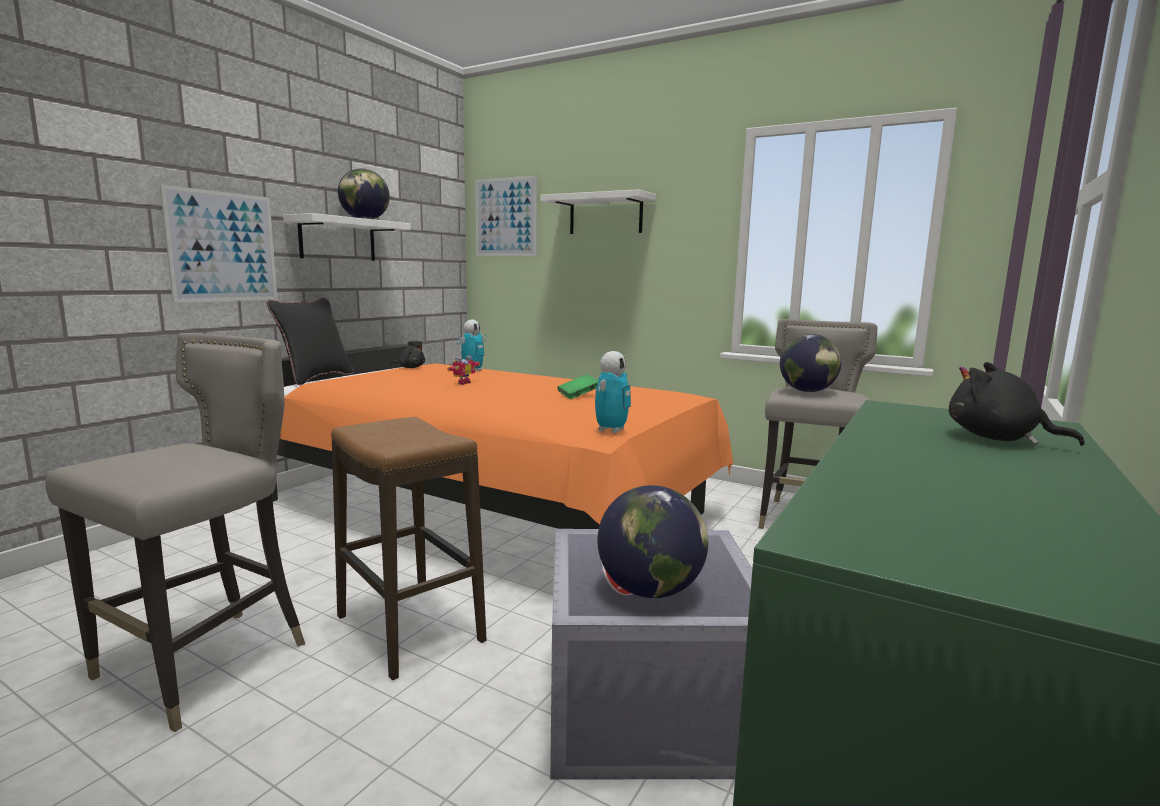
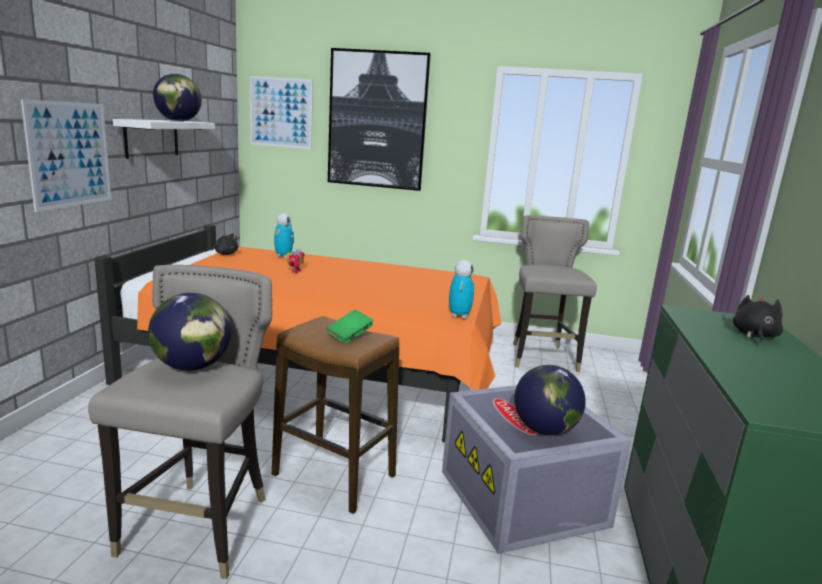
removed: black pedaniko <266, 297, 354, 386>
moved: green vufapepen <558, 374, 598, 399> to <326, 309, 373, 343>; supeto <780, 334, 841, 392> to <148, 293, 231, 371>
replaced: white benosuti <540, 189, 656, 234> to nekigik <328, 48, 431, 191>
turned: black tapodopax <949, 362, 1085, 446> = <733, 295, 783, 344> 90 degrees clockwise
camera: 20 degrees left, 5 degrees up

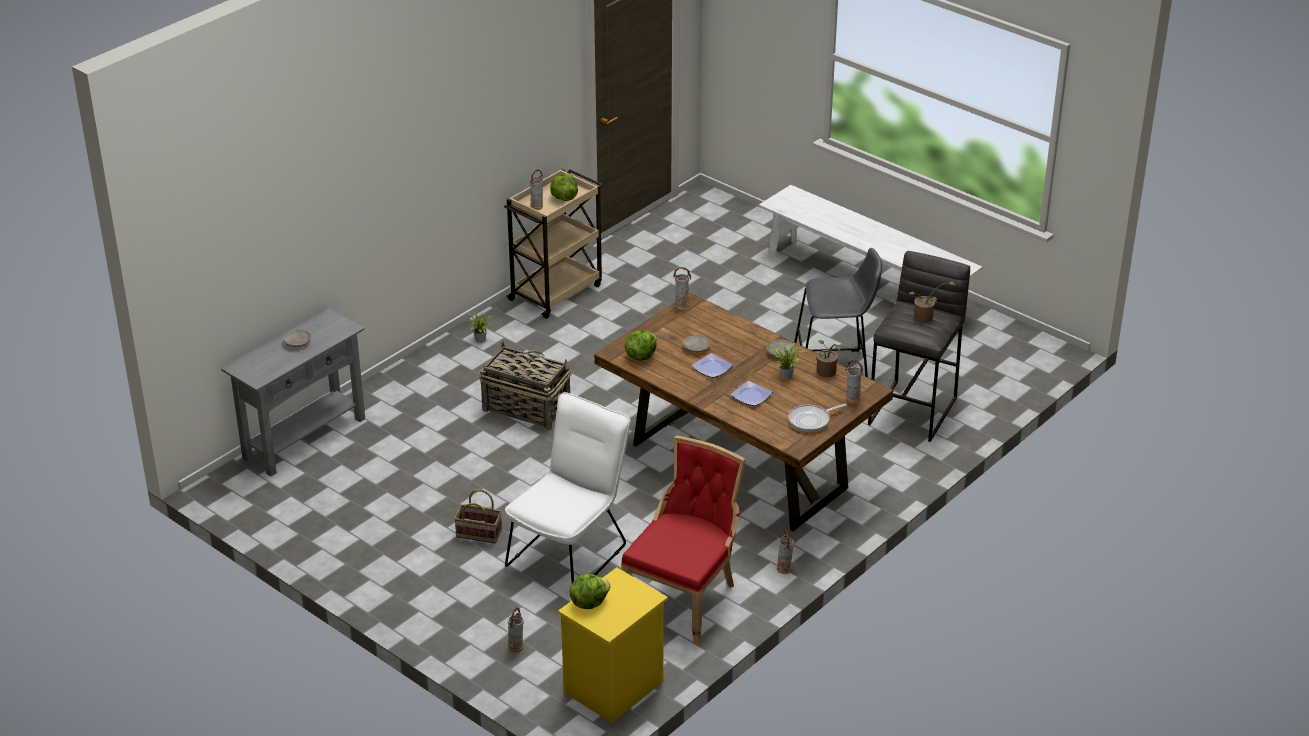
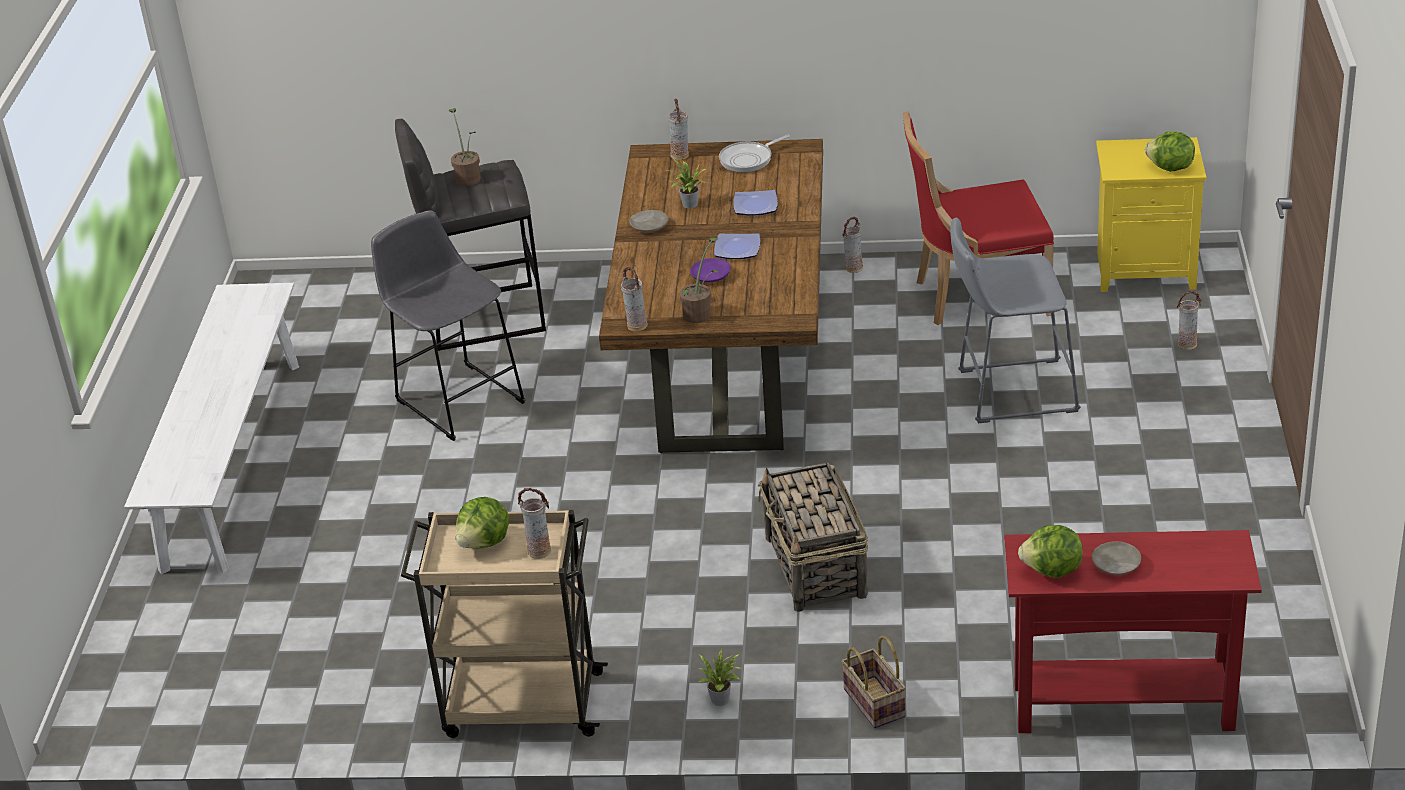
moved: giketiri <454, 489, 502, 543> to <841, 636, 906, 728>; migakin <625, 330, 657, 361> to <1018, 525, 1083, 578>; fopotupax <816, 340, 841, 377> to <679, 237, 720, 323>
replaced: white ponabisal <505, 392, 631, 583> to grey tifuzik <950, 218, 1081, 424>
recoloured: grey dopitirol <221, 309, 365, 476> to red dopitirol <1004, 530, 1262, 733>; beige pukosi <683, 335, 711, 352> to purple pukosi <690, 258, 731, 283>
turned: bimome <788, 403, 847, 432> = <719, 135, 790, 173> 120 degrees clockwise
camera: 125 degrees left, 0 degrees up

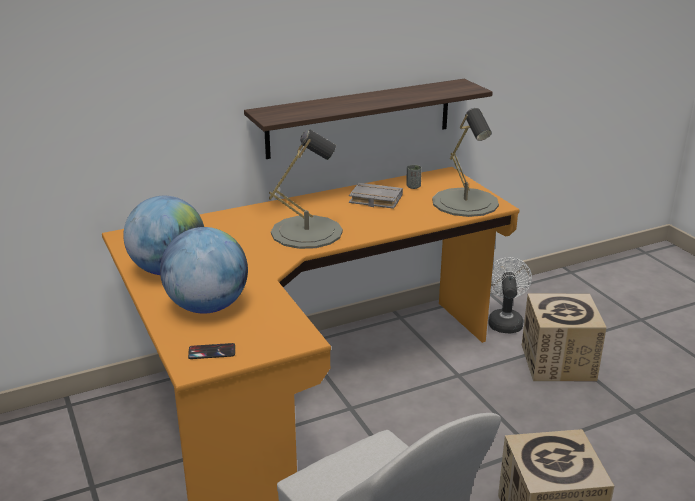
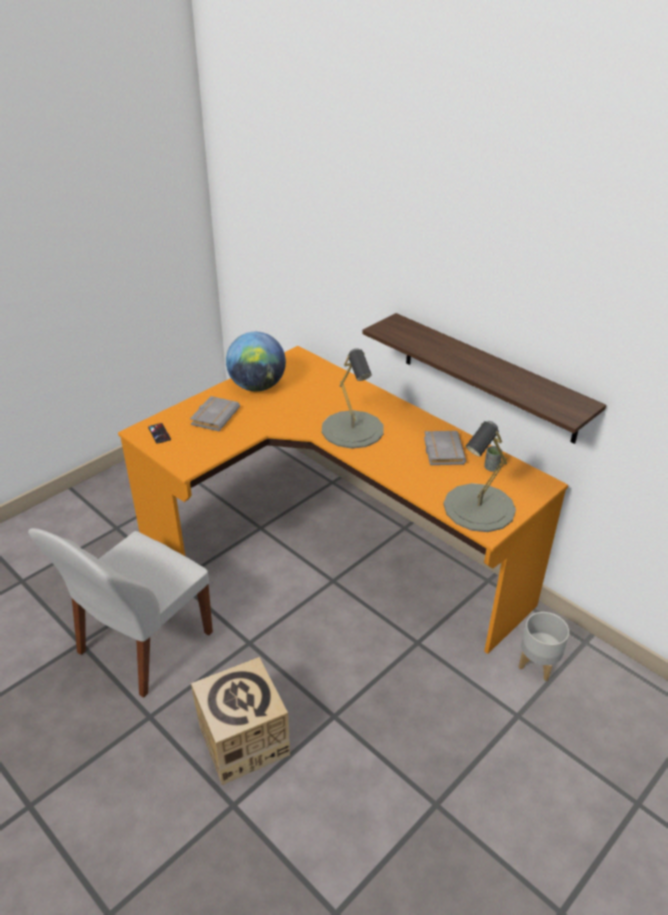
removed: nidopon <522, 294, 607, 381>
replaced: supeto <160, 227, 248, 314> to grey vufapepen <190, 396, 240, 431>; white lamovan <488, 257, 532, 333> to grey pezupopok <519, 612, 569, 681>
camera: 70 degrees right, 10 degrees up

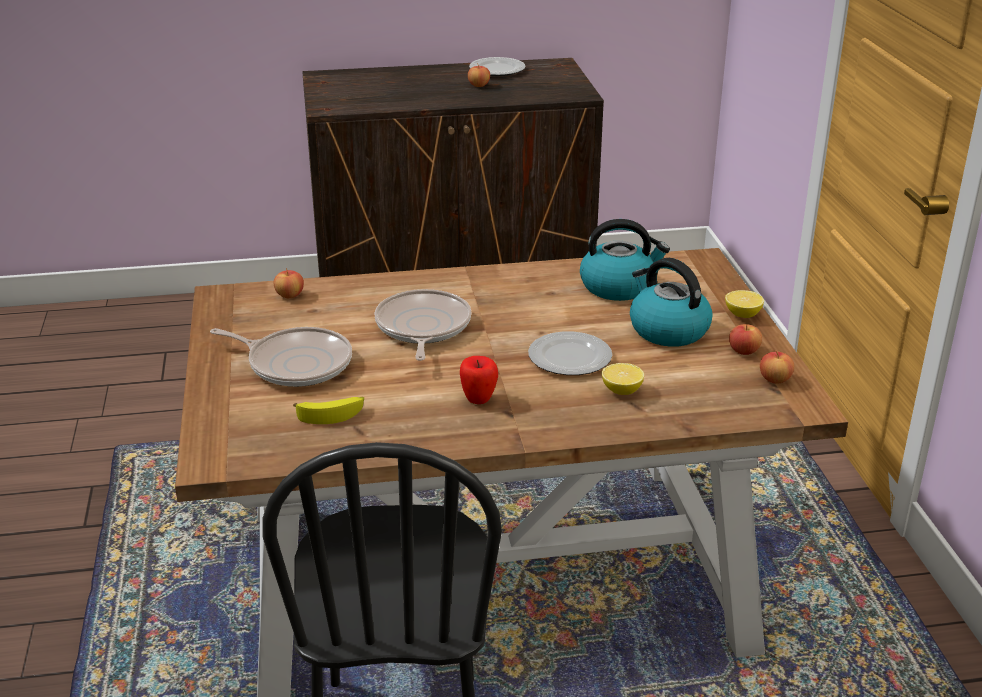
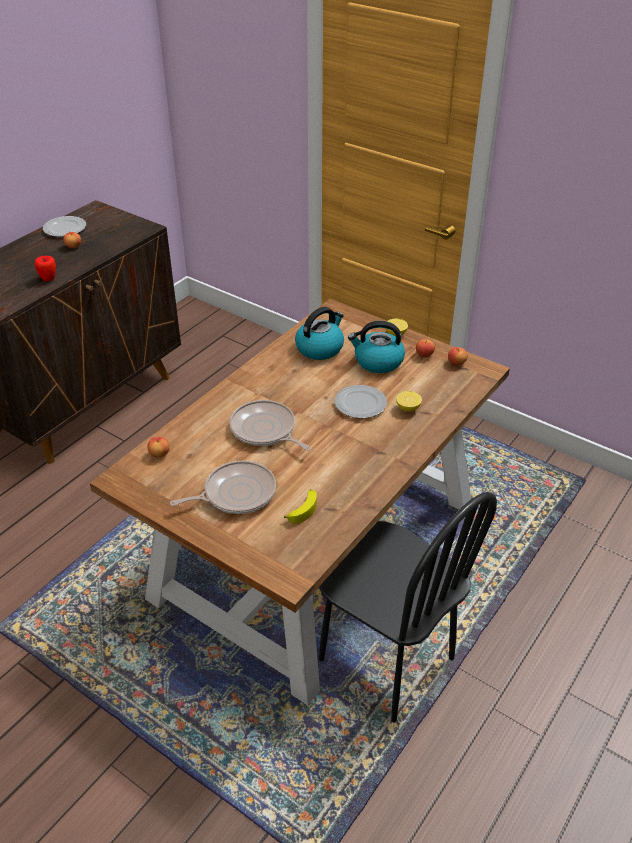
moved: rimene <460, 356, 498, 404> to <35, 256, 56, 281>
camera: 45 degrees left, 10 degrees up

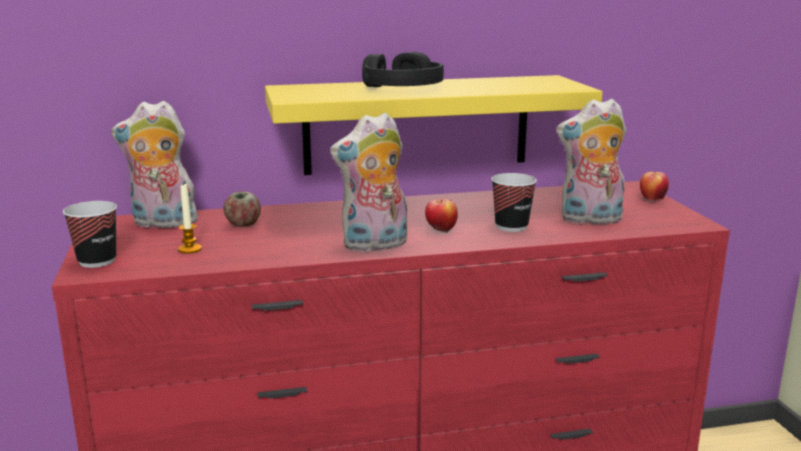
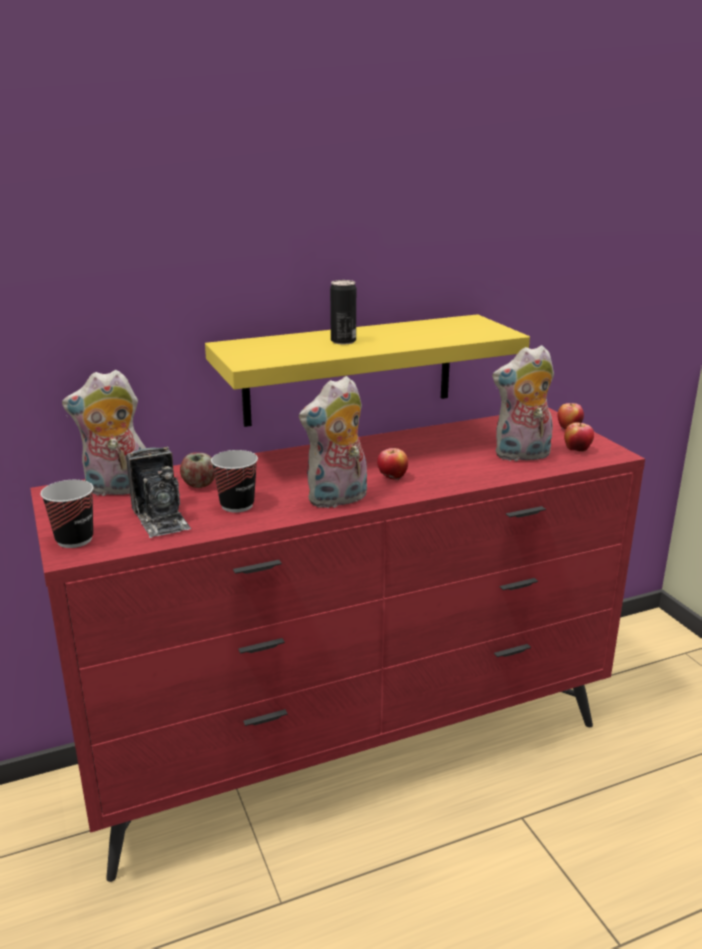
added: rimene <564, 422, 594, 452>
moved: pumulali <491, 173, 537, 232> to <211, 450, 258, 512>
replaced: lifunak <178, 183, 202, 254> to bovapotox <126, 447, 191, 538>; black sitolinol <362, 52, 444, 87> to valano <330, 280, 356, 344>
camera: 10 degrees left, 5 degrees up

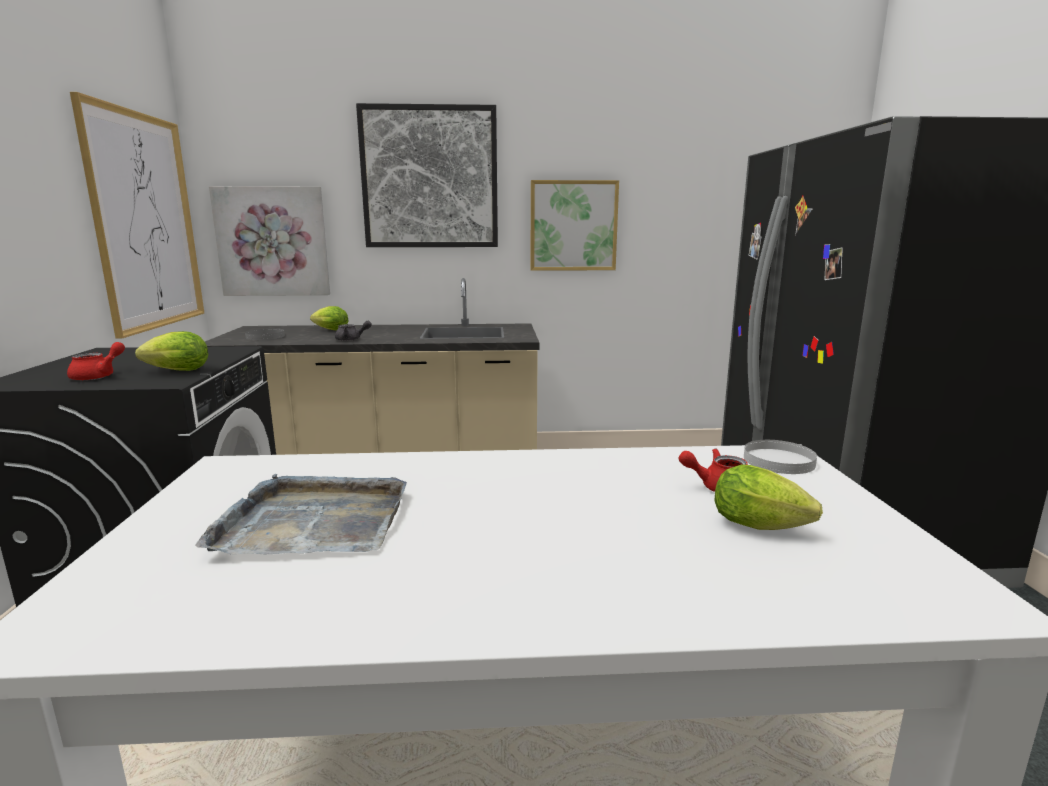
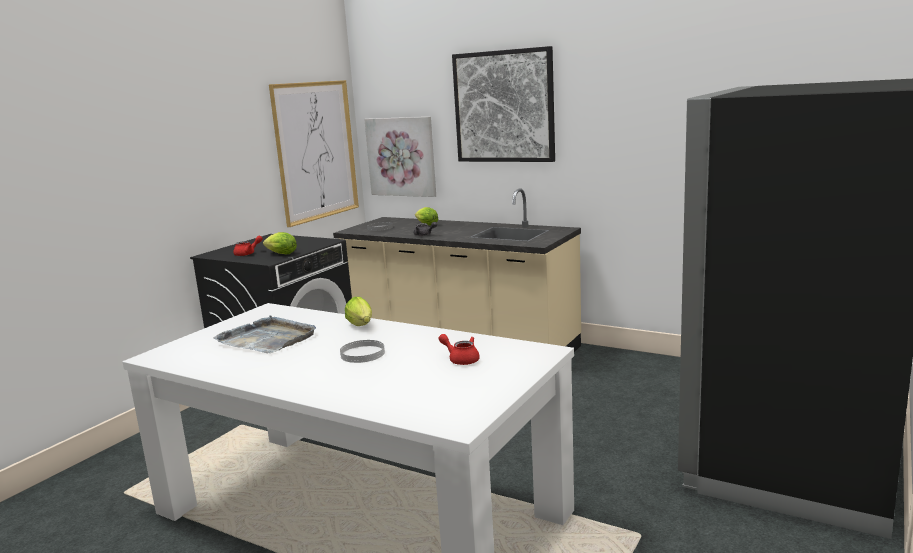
removed: nekigik <531, 180, 619, 271>
moved: migakin <715, 464, 823, 530> to <345, 297, 372, 326>; white pukosi <744, 440, 817, 474> to <340, 340, 385, 363>
camera: 35 degrees right, 0 degrees up

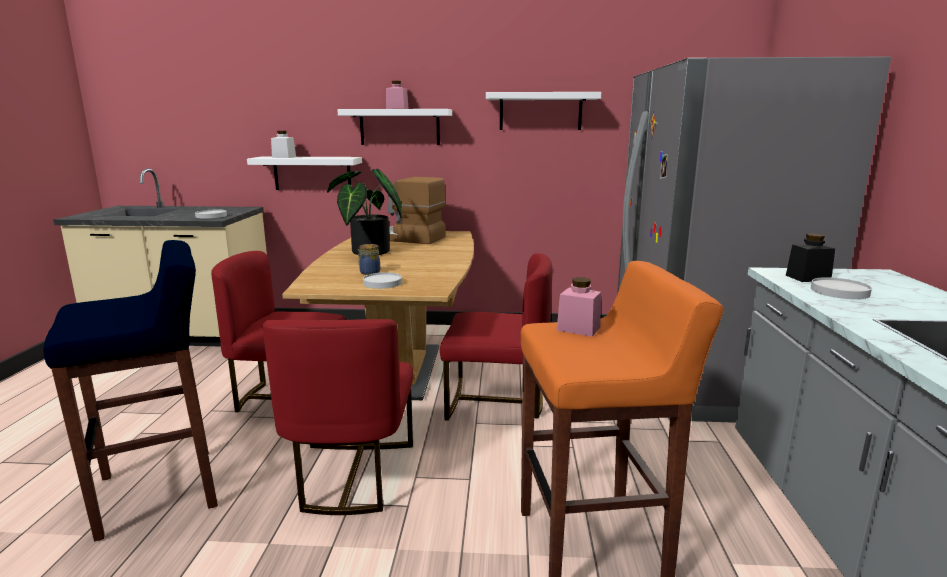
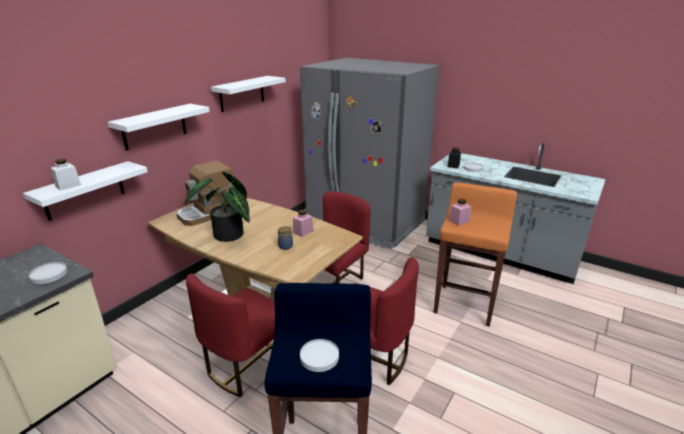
moved: white pukosi <363, 272, 402, 289> to <300, 339, 339, 372>; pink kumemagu <386, 81, 409, 109> to <293, 210, 314, 237>
camera: 60 degrees left, 10 degrees up

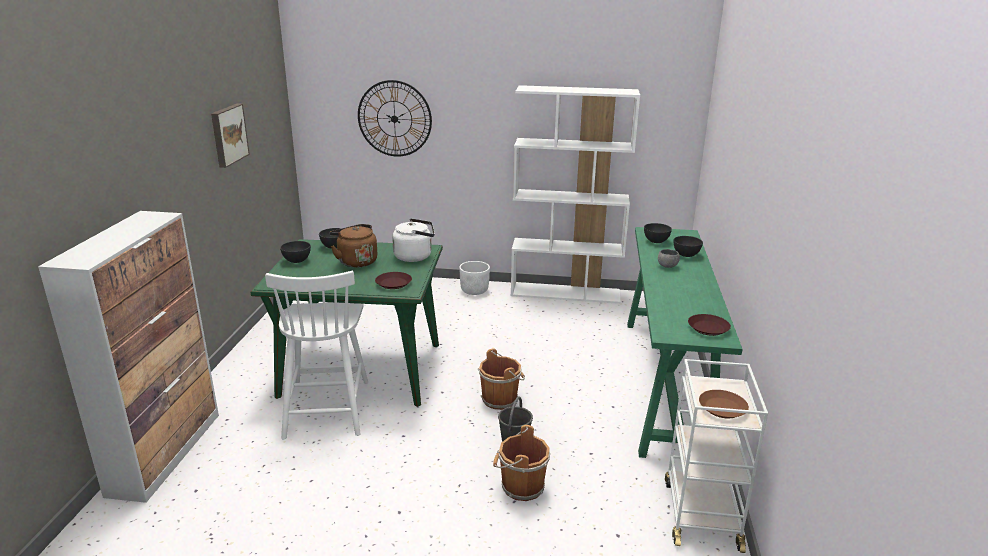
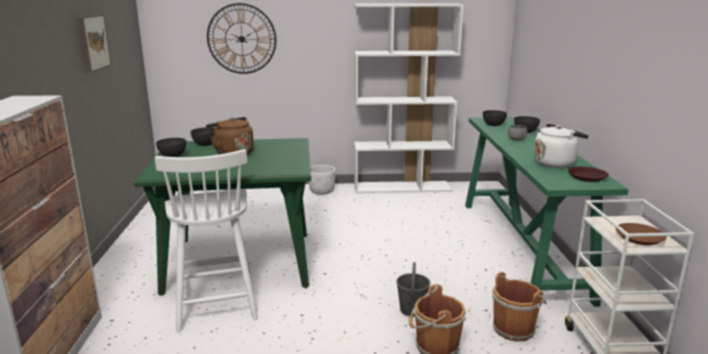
removed: brown pukosi <375, 272, 412, 289>
moved: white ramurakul <392, 218, 435, 262> to <534, 124, 589, 168>; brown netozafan <478, 349, 525, 410> to <492, 272, 547, 342>
camera: 10 degrees left, 5 degrees down

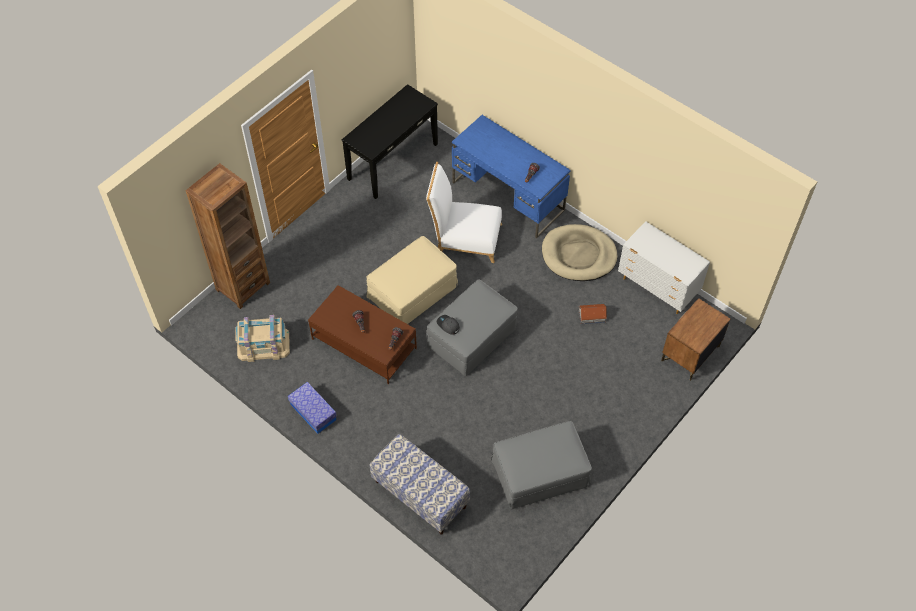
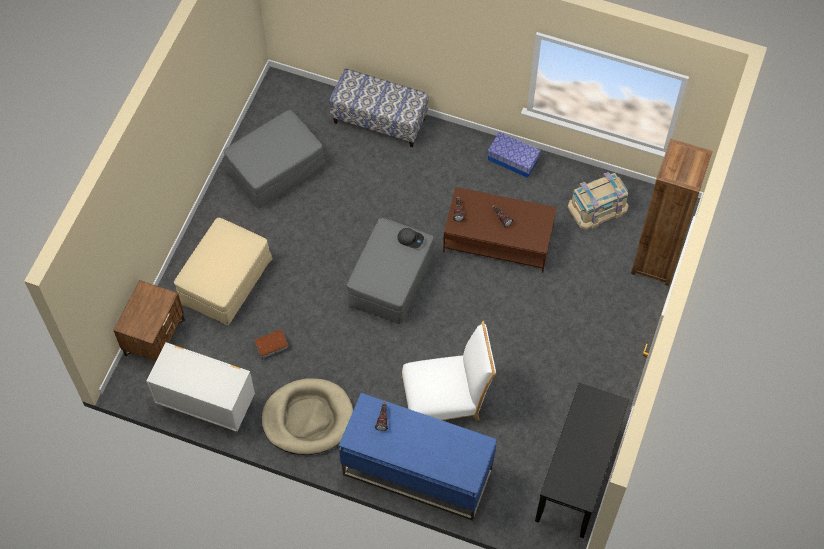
moved: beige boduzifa <366, 236, 458, 324> to <174, 218, 273, 325>
camera: 160 degrees right, 5 degrees up

